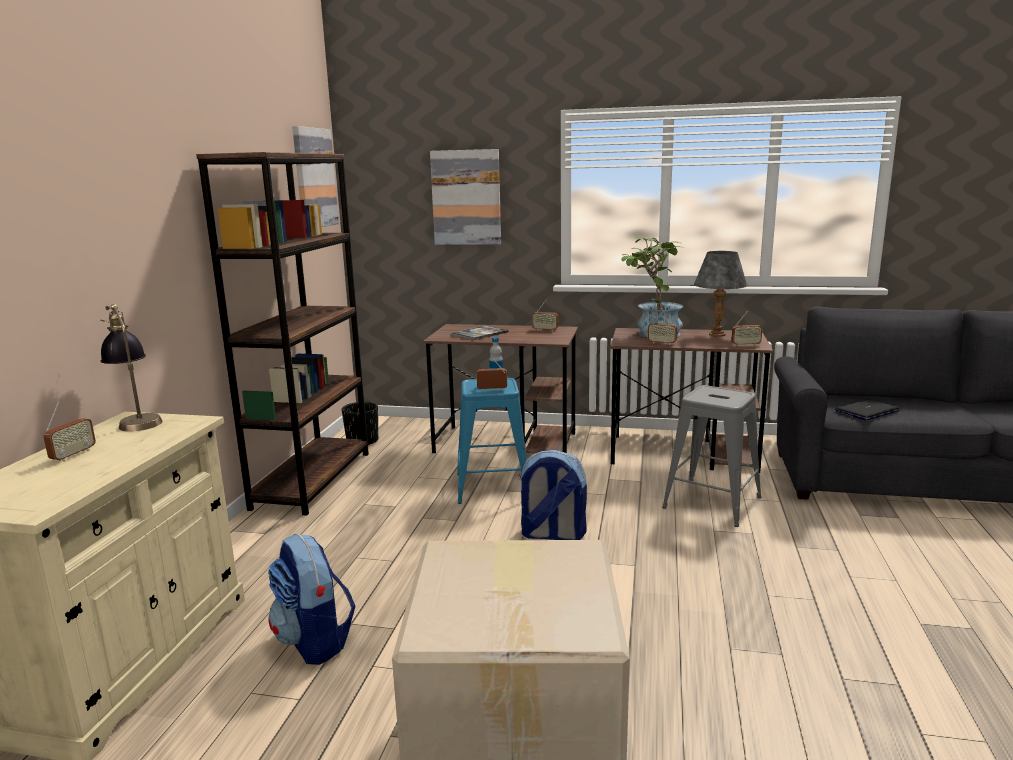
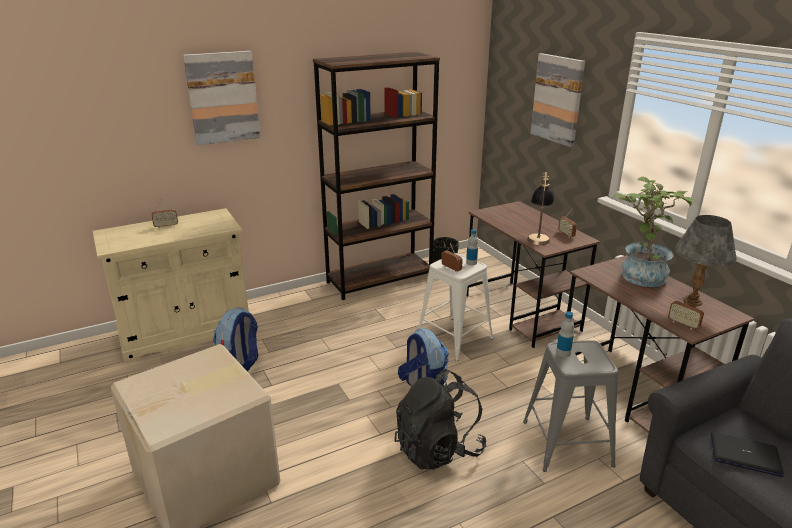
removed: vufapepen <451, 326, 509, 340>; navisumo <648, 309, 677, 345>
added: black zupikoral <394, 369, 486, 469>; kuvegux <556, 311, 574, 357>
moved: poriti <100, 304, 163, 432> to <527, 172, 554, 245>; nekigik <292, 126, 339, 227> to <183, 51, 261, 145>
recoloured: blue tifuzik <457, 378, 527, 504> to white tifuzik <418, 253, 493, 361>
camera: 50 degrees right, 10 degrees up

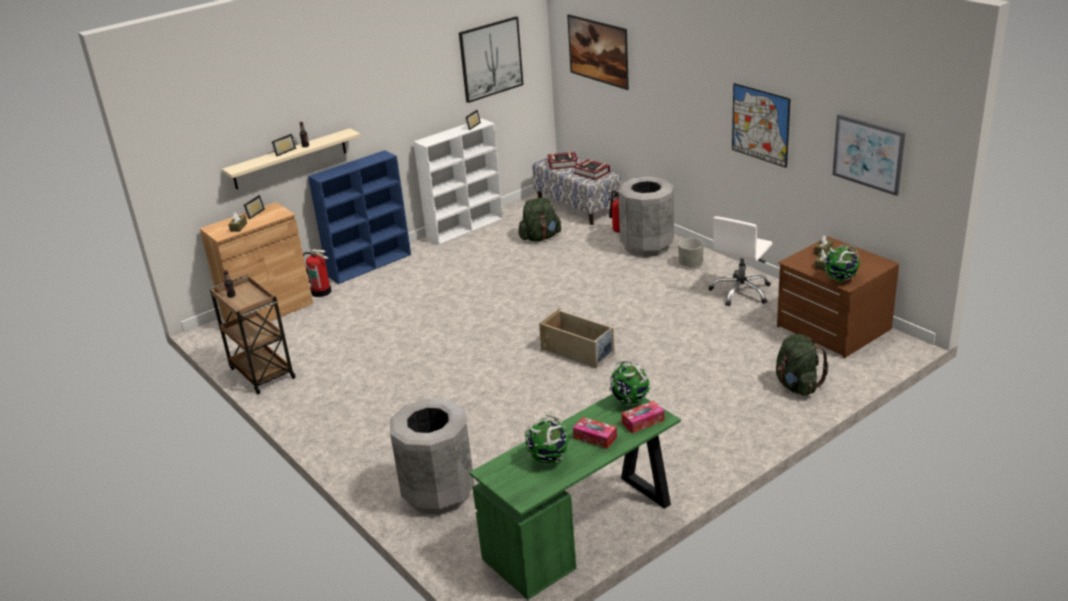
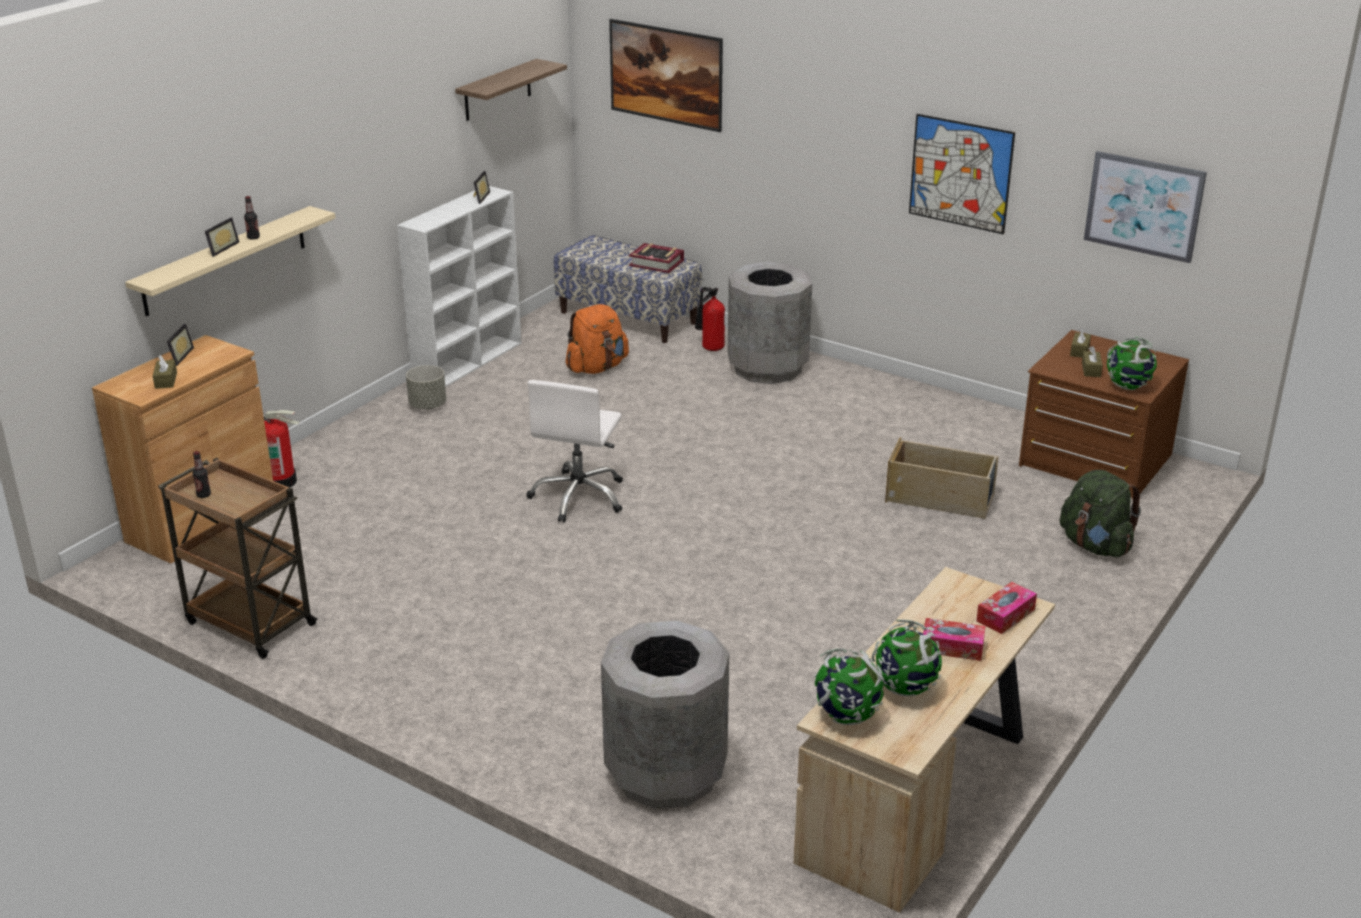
removed: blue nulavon <308, 150, 411, 284>; vufapepen <547, 152, 578, 170>
moved: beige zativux <539, 308, 615, 369> to <885, 437, 999, 519>; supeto <609, 361, 651, 406> to <814, 648, 884, 725>; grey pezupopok <678, 238, 703, 267> to <406, 365, 446, 409>; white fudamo <708, 216, 772, 307> to <526, 380, 623, 523>
replaced: nekigik <459, 17, 523, 103> to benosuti <455, 59, 567, 121>
recoloured: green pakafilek <469, 394, 681, 600> to beige pakafilek <794, 567, 1055, 913>; green zupikoral <518, 198, 561, 241> to orange zupikoral <566, 304, 629, 374>
camera: 20 degrees left, 0 degrees up

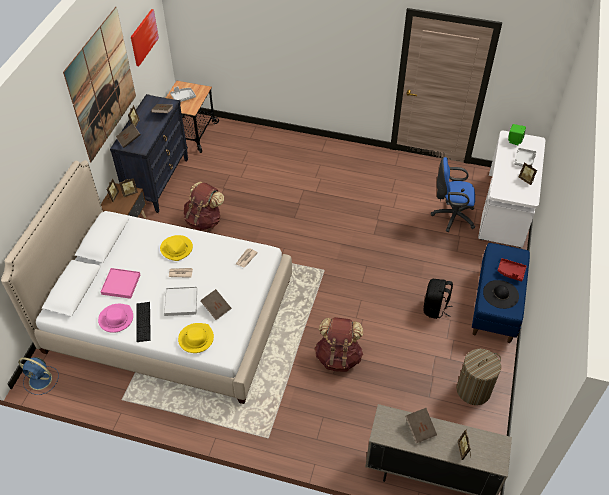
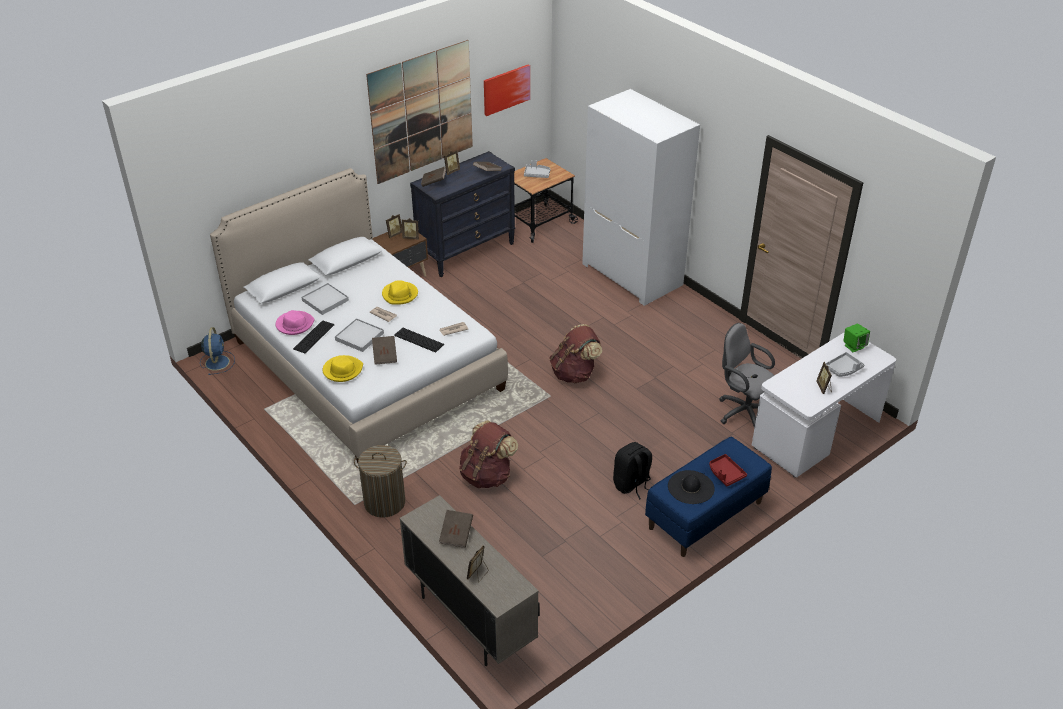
added: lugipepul <394, 328, 444, 353>; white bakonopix <582, 89, 700, 306>
moved: brown zupikoral <184, 181, 224, 230> to <549, 324, 602, 383>; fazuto <457, 349, 501, 405> to <354, 445, 407, 518>
recoloured: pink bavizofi <101, 268, 140, 299> to white bavizofi <302, 283, 349, 315>; blue fudamo <431, 157, 475, 232> to grey fudamo <719, 323, 775, 428>
turned: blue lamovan <18, 357, 59, 395> = <200, 327, 235, 375> 150 degrees counterclockwise
camera: 35 degrees right, 10 degrees down

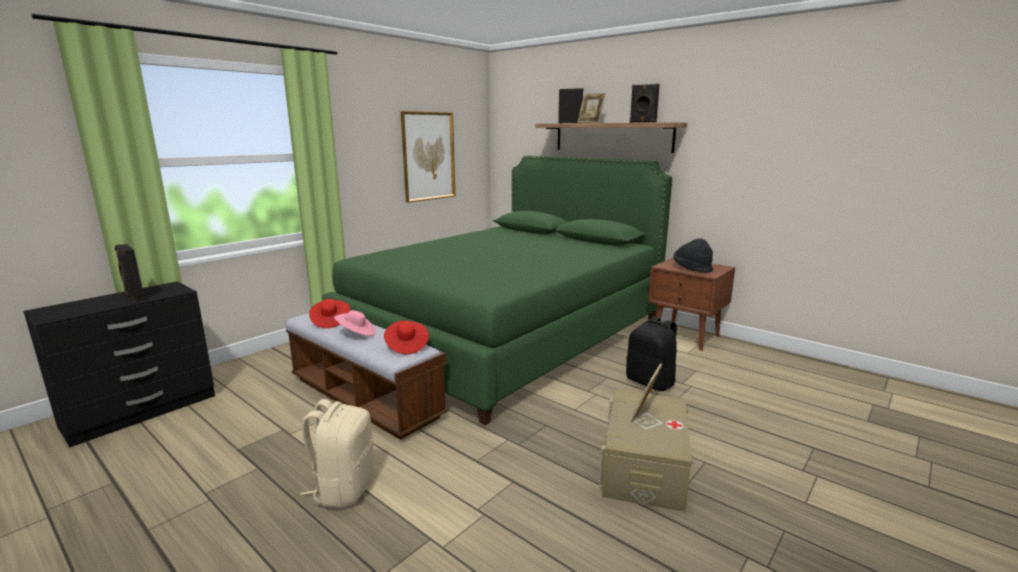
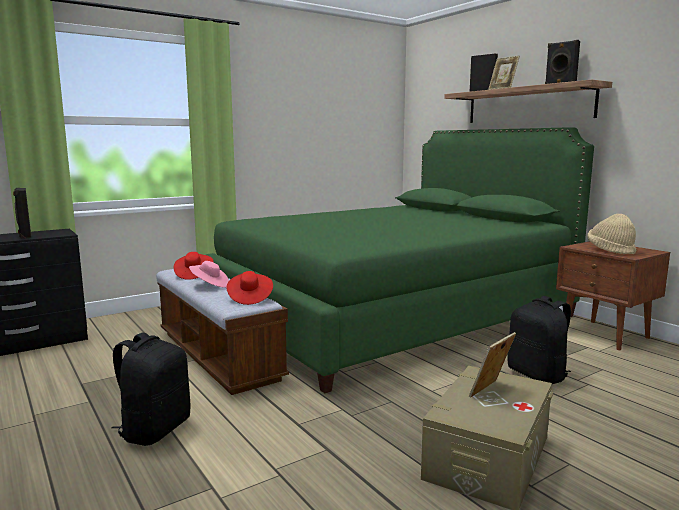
removed: nekigik <401, 111, 455, 203>
recoloured: beige zupikoral <300, 399, 375, 508> to black zupikoral <112, 333, 190, 446>; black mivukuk <673, 239, 713, 273> to beige mivukuk <588, 214, 636, 254>
camera: 15 degrees right, 5 degrees down

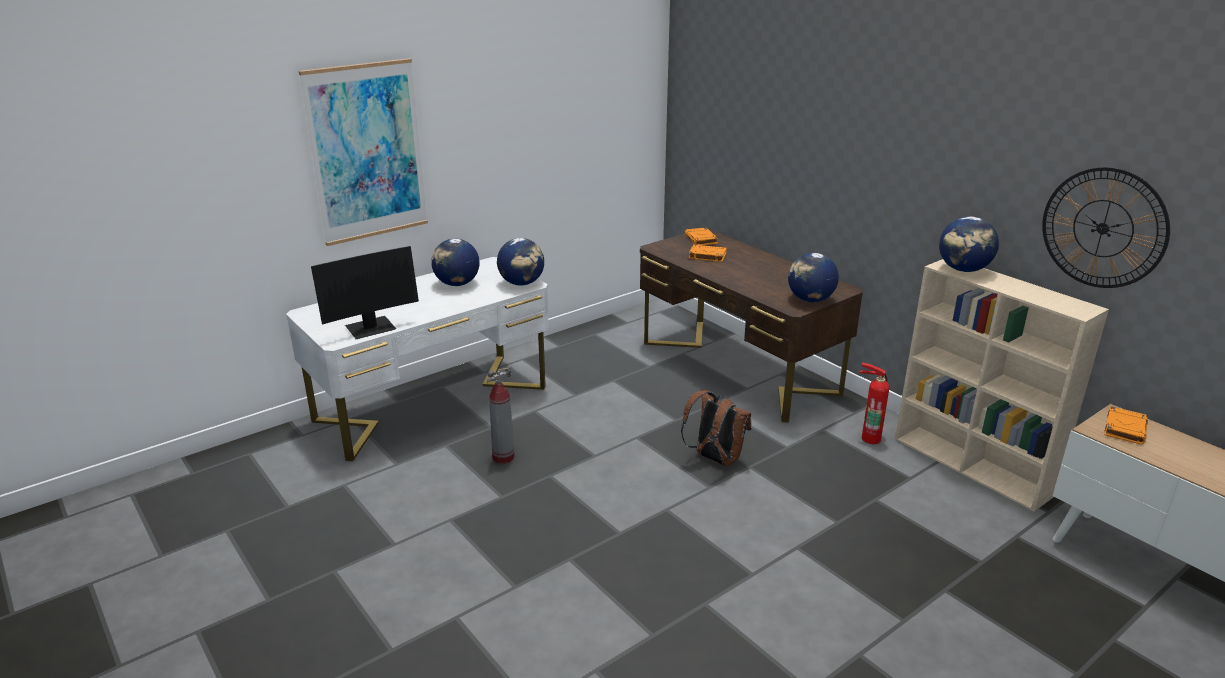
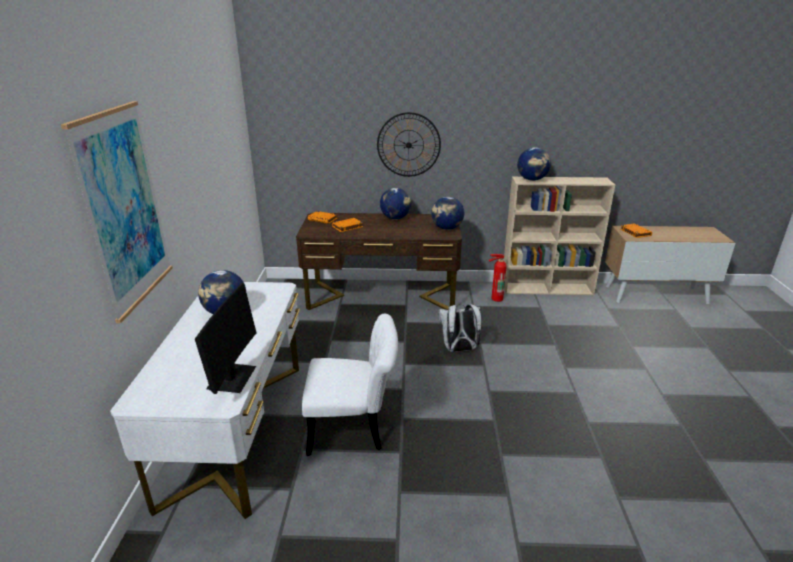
moved: supeto <497, 238, 544, 286> to <380, 188, 411, 219>; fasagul <1042, 167, 1170, 288> to <377, 112, 441, 177>
replaced: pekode <487, 367, 515, 464> to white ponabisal <302, 314, 398, 456>
recoloured: brown zupikoral <681, 390, 752, 466> to white zupikoral <438, 304, 482, 352>
camera: 50 degrees left, 0 degrees up

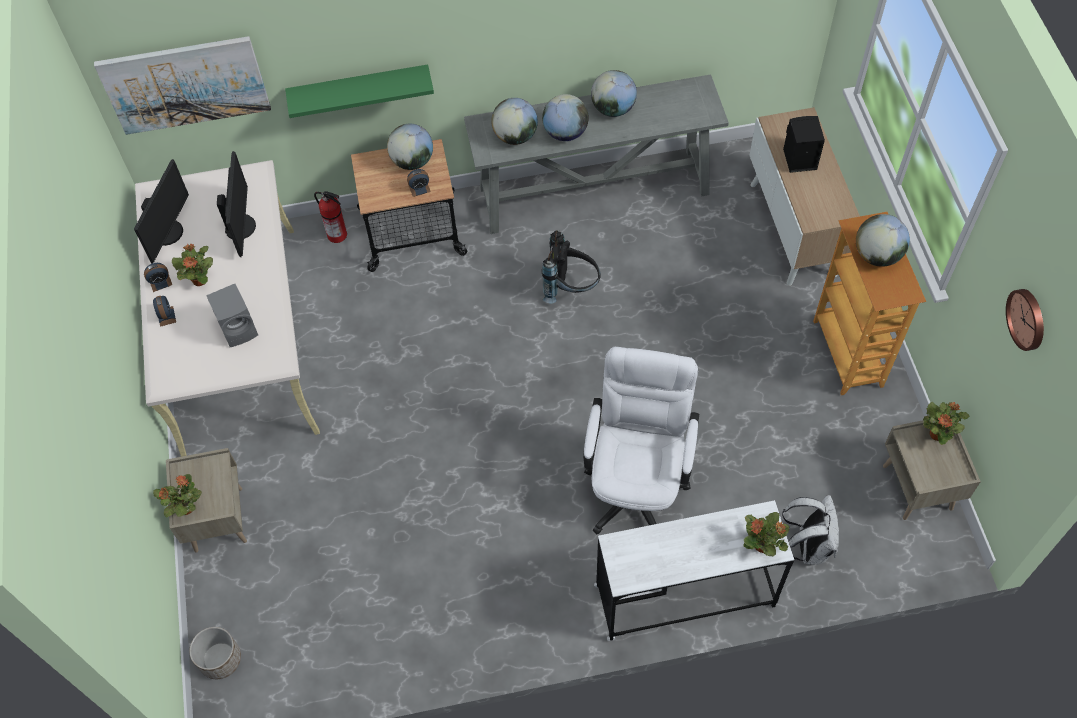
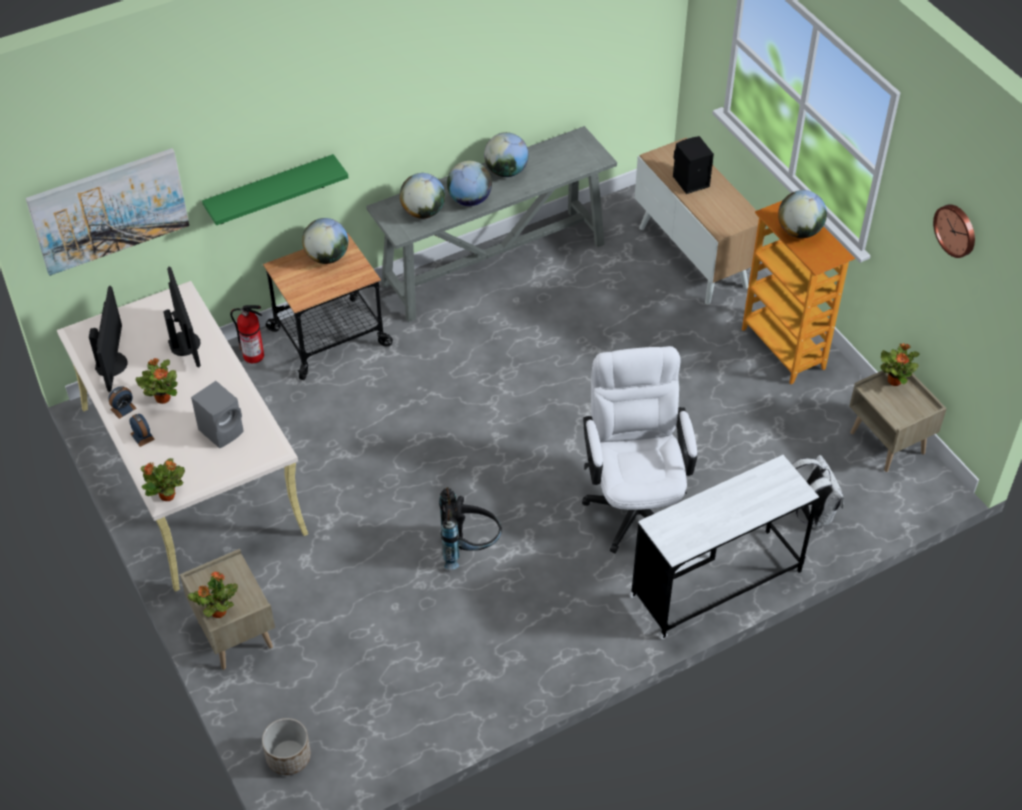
removed: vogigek <407, 169, 431, 197>
moved: black zupikoral <542, 230, 601, 304> to <439, 487, 502, 570>; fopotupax <743, 512, 789, 556> to <140, 458, 185, 501>
camera: 20 degrees left, 10 degrees down

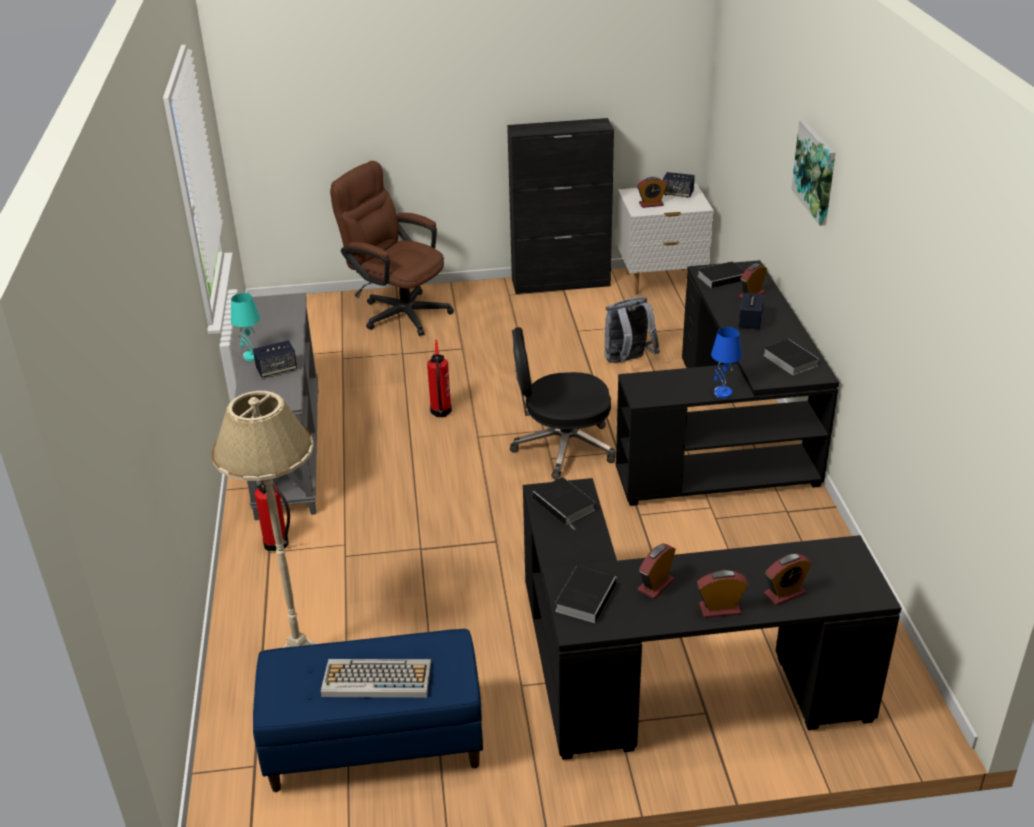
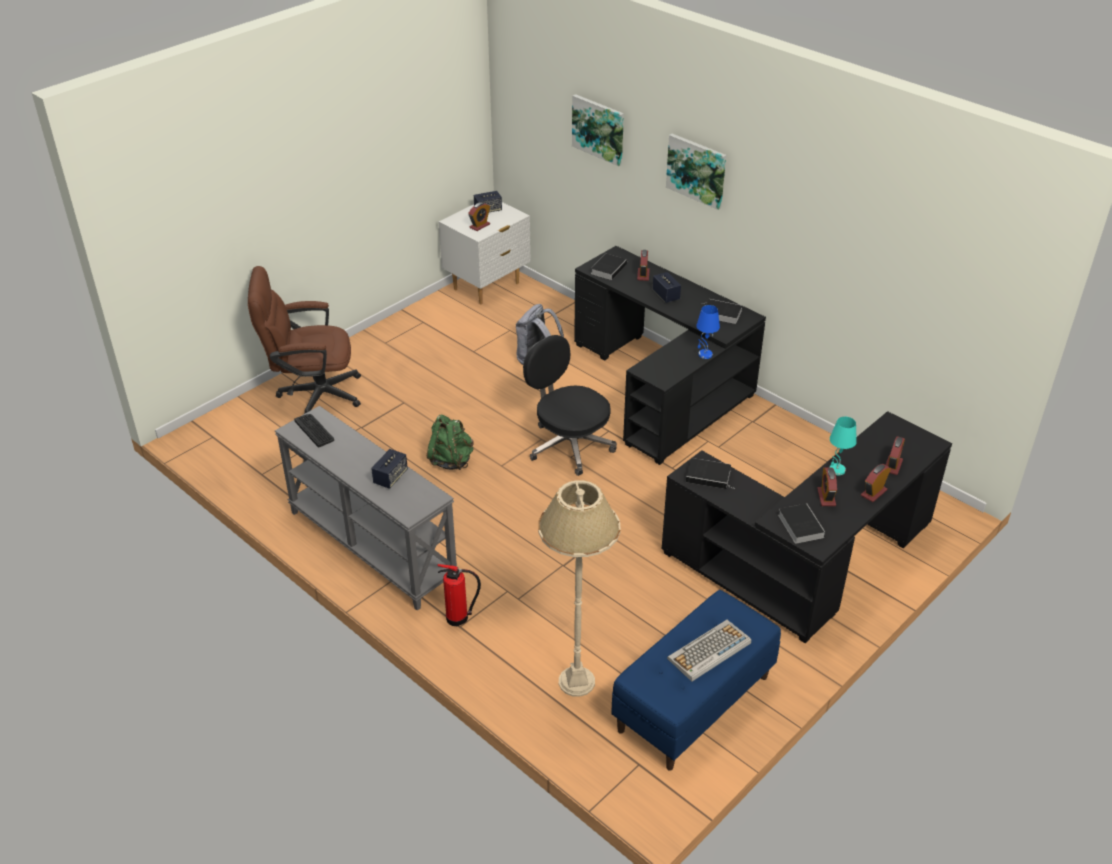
removed: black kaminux <507, 118, 614, 294>
added: lugipepul <294, 414, 334, 447>; nekigik <572, 94, 624, 166>
moved: turquoise poriti <231, 293, 260, 361> to <830, 417, 857, 475>
replaced: pekode <427, 340, 452, 417> to green zupikoral <427, 415, 474, 470>
turned: black fudamo <510, 327, 616, 480> = <523, 335, 617, 476> 90 degrees clockwise
camera: 40 degrees left, 5 degrees up

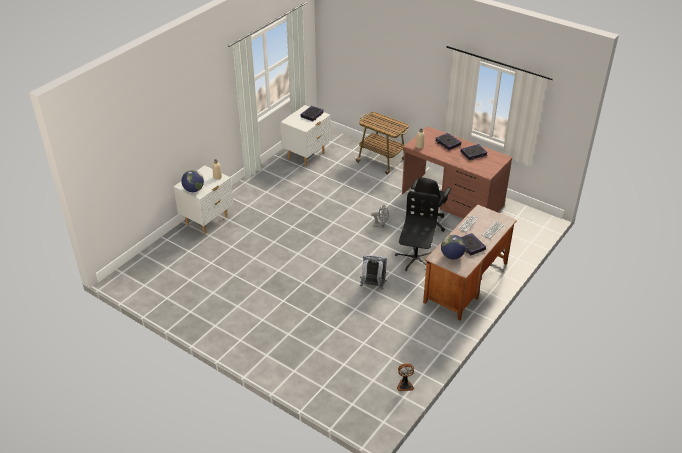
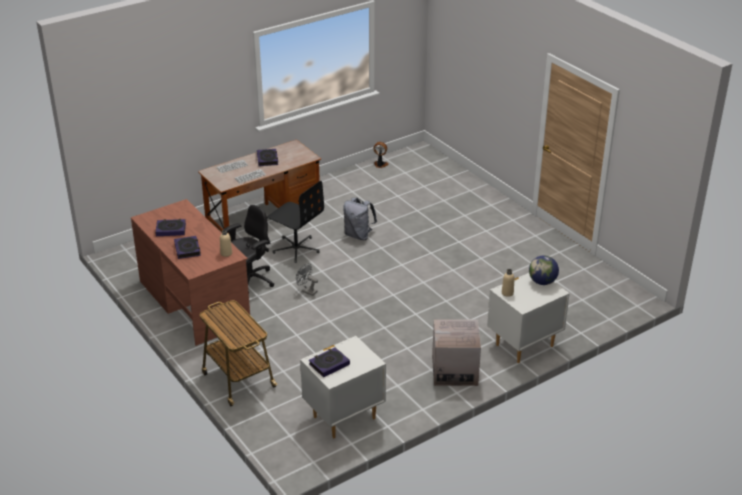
removed: supeto <441, 235, 466, 259>
added: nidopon <432, 319, 481, 386>
turned: black fudamo <395, 191, 439, 271> = <267, 180, 324, 262> 90 degrees counterclockwise
camera: 160 degrees left, 5 degrees down

